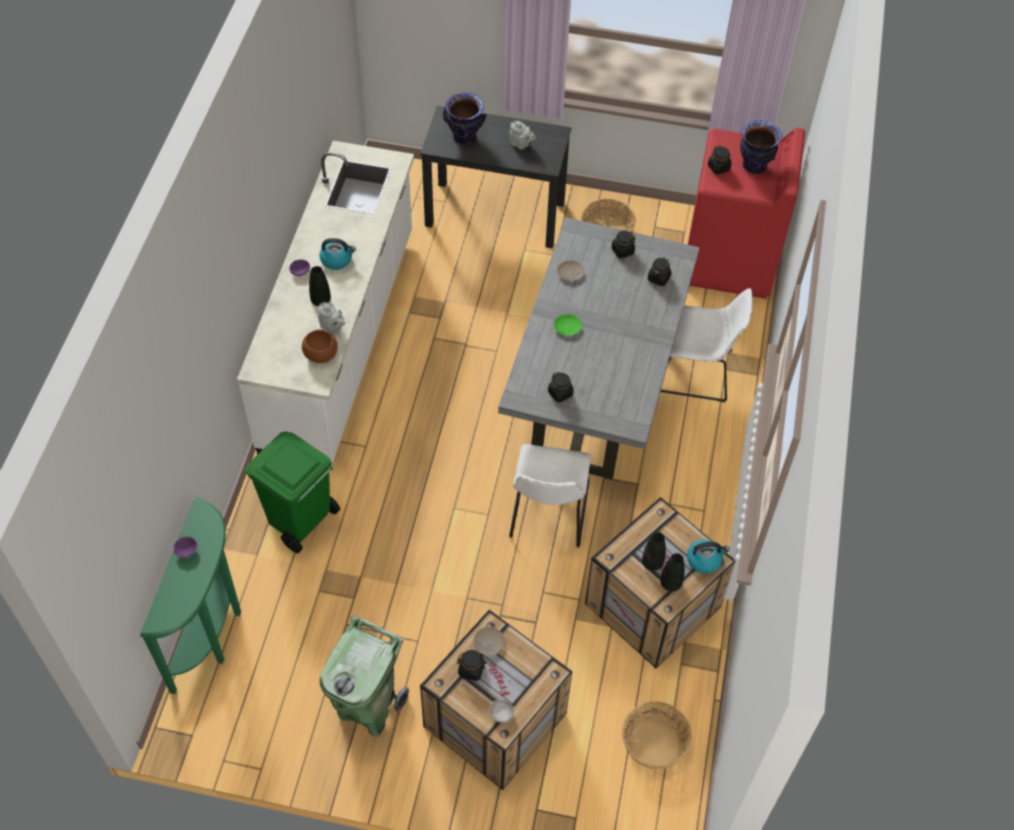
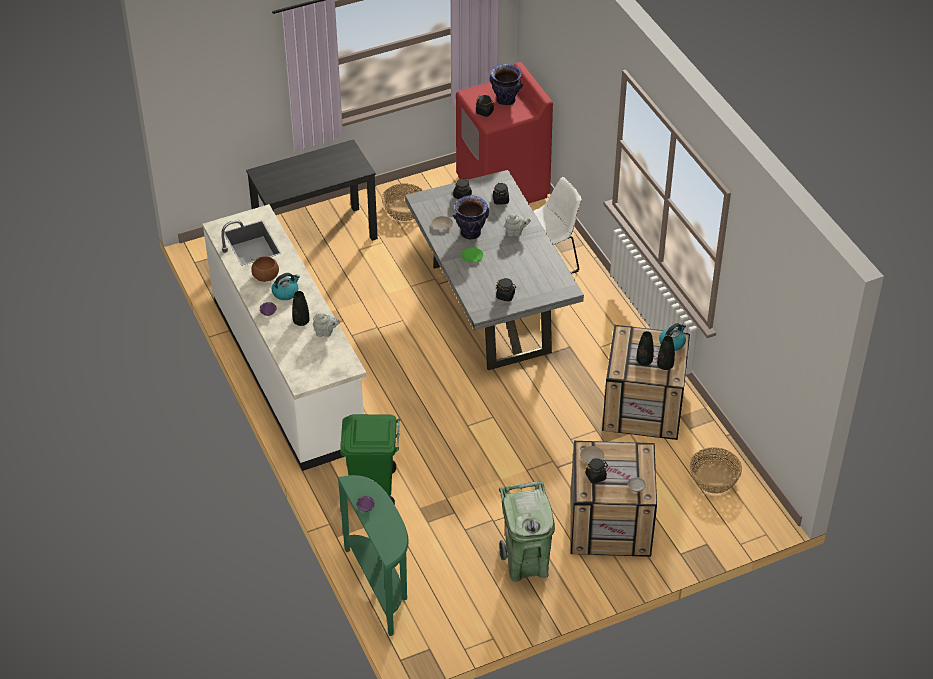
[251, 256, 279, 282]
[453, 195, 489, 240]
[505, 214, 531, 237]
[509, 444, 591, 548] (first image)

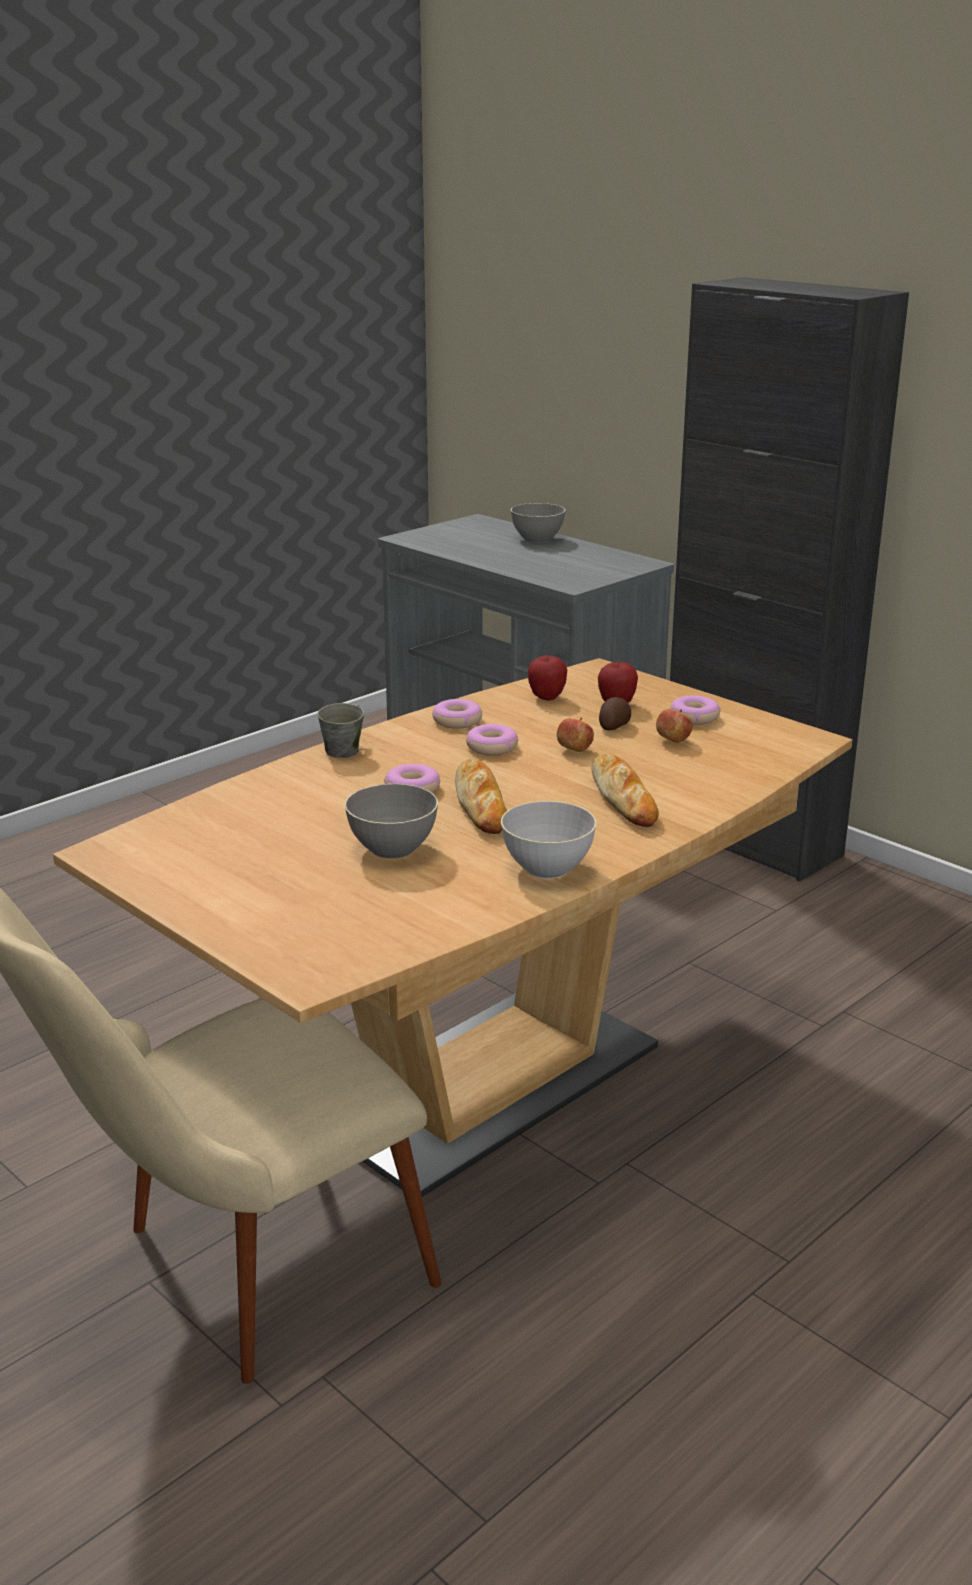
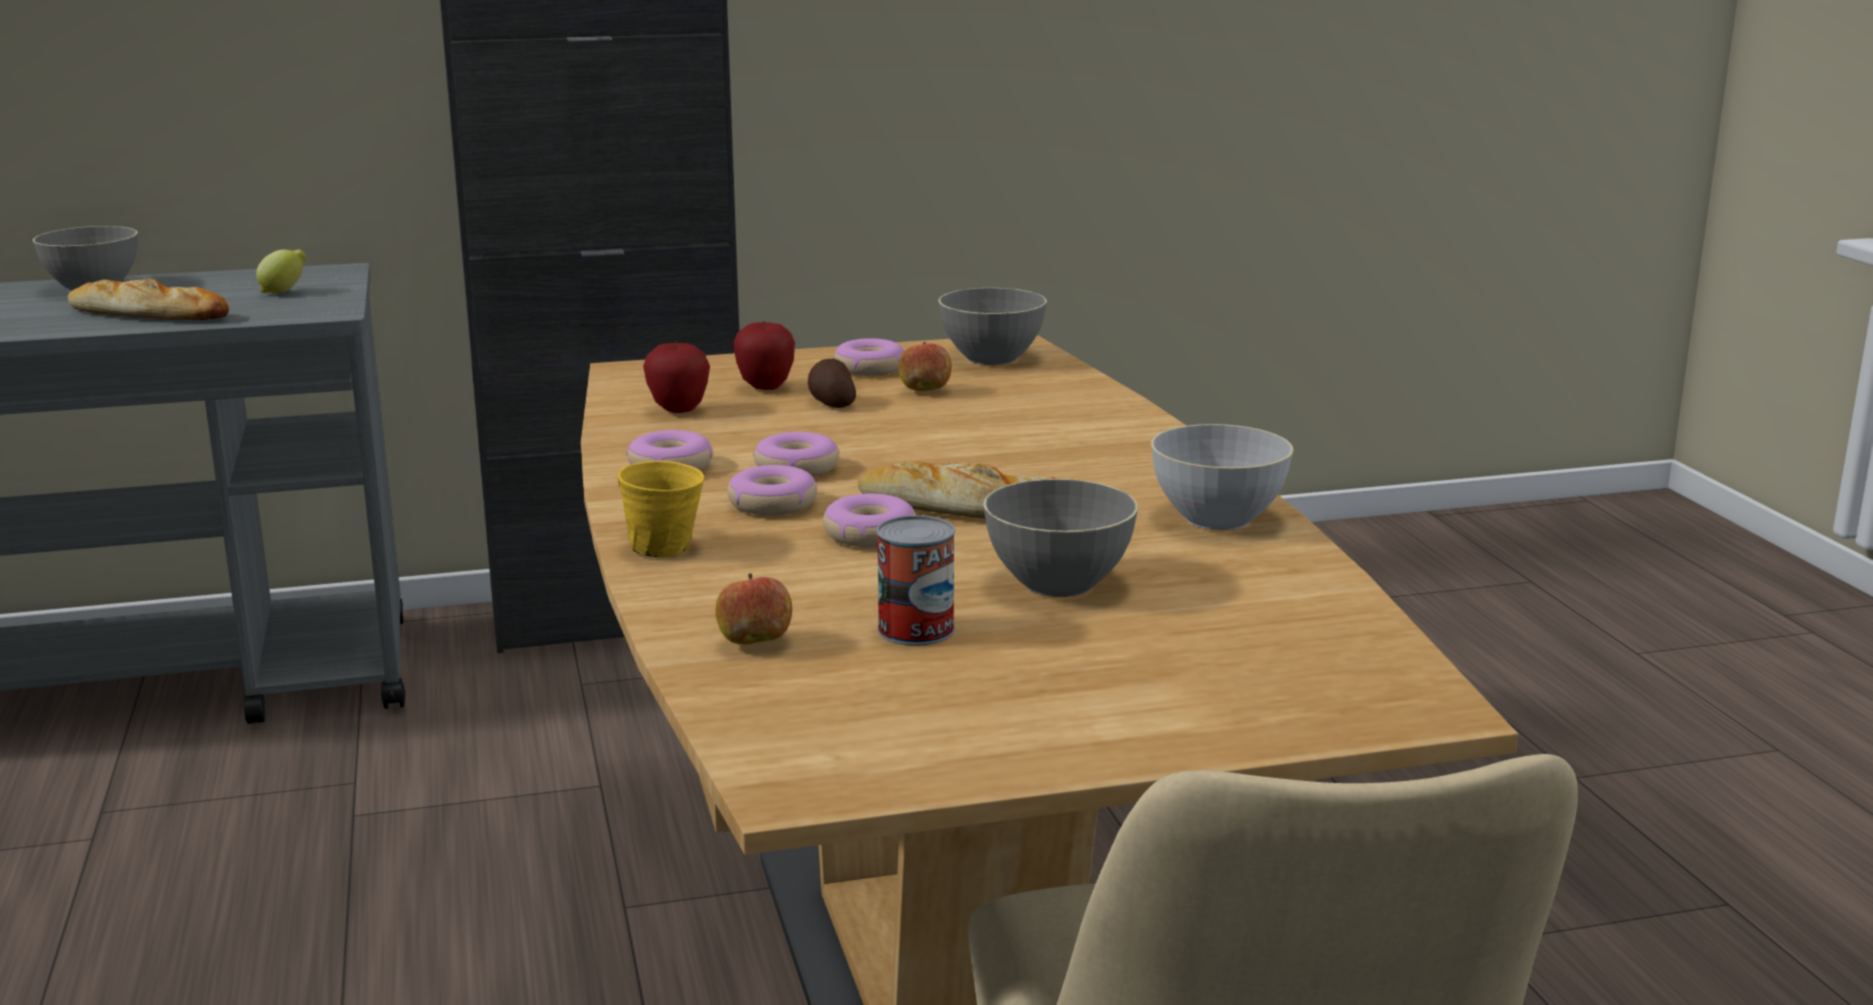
[618, 461, 704, 557]
[716, 573, 792, 645]
[68, 279, 229, 320]
[256, 249, 307, 294]
[727, 465, 817, 515]
[876, 515, 955, 646]
[939, 288, 1047, 365]

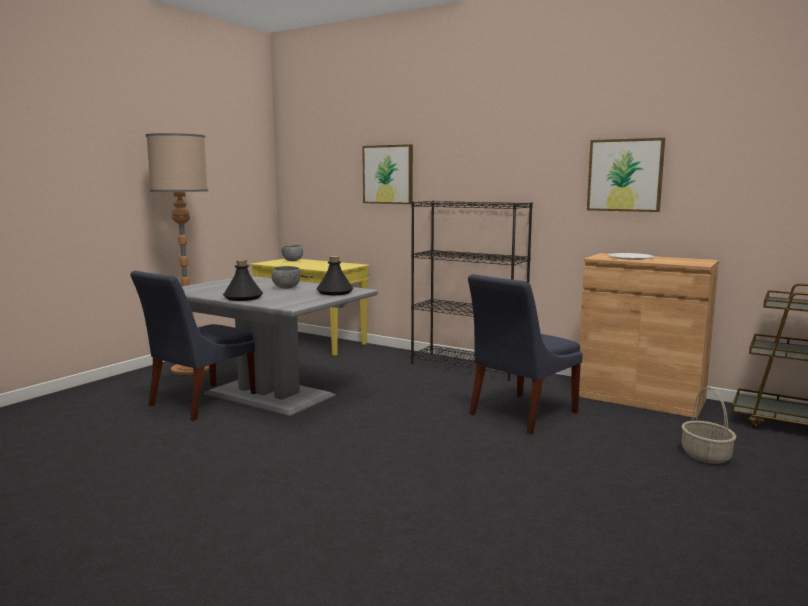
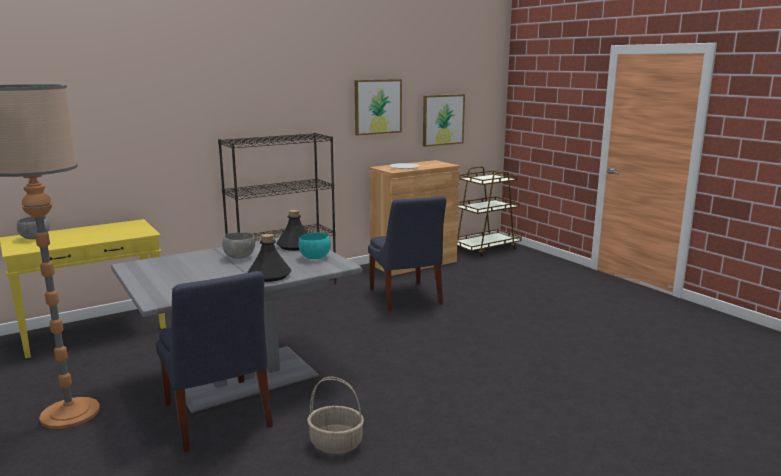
[423, 94, 465, 147]
[307, 377, 364, 454]
[298, 233, 331, 259]

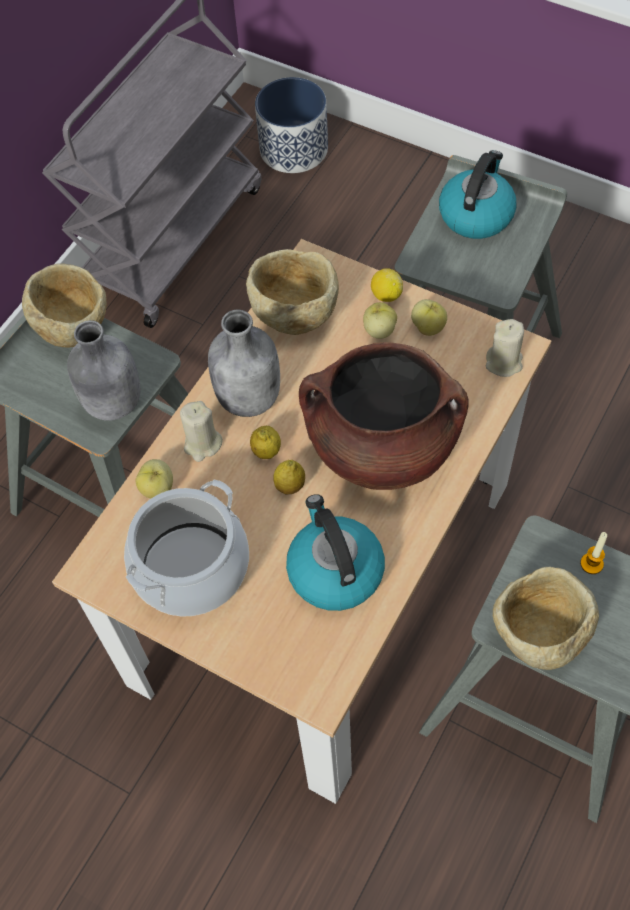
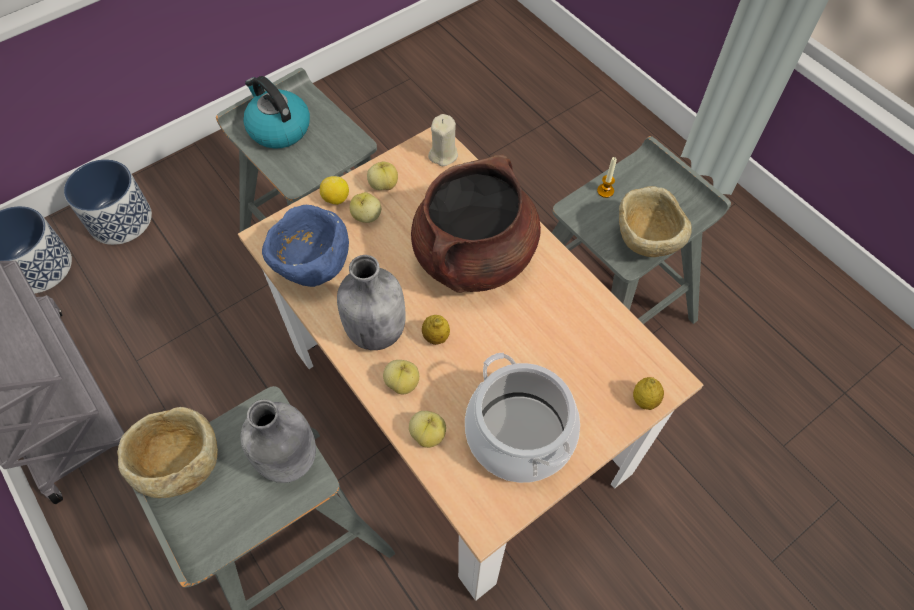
[383, 360, 419, 394]
[262, 205, 349, 287]
[633, 377, 664, 410]
[286, 494, 385, 611] (first image)
[64, 159, 152, 245]

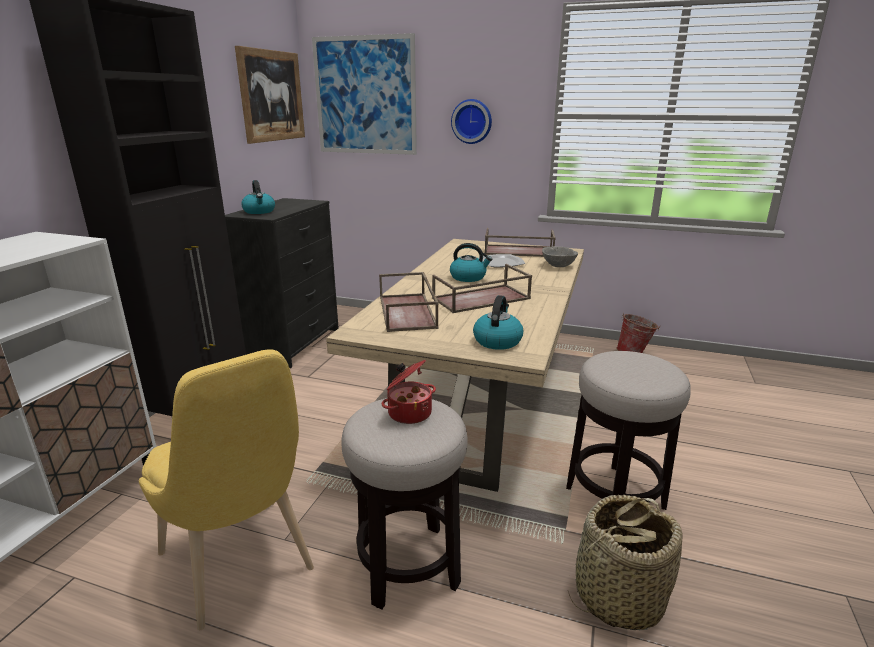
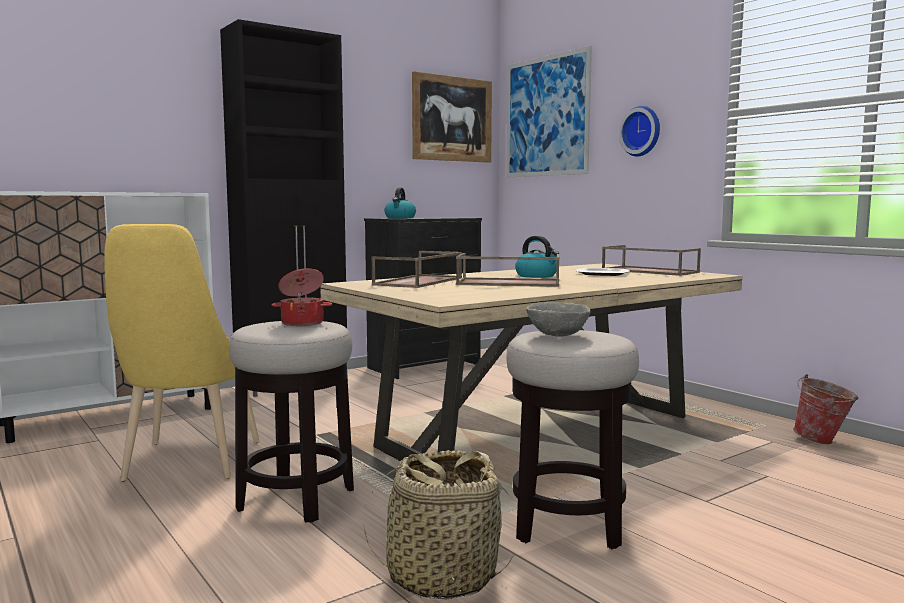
[473, 295, 523, 350] (first image)
[526, 302, 591, 337]

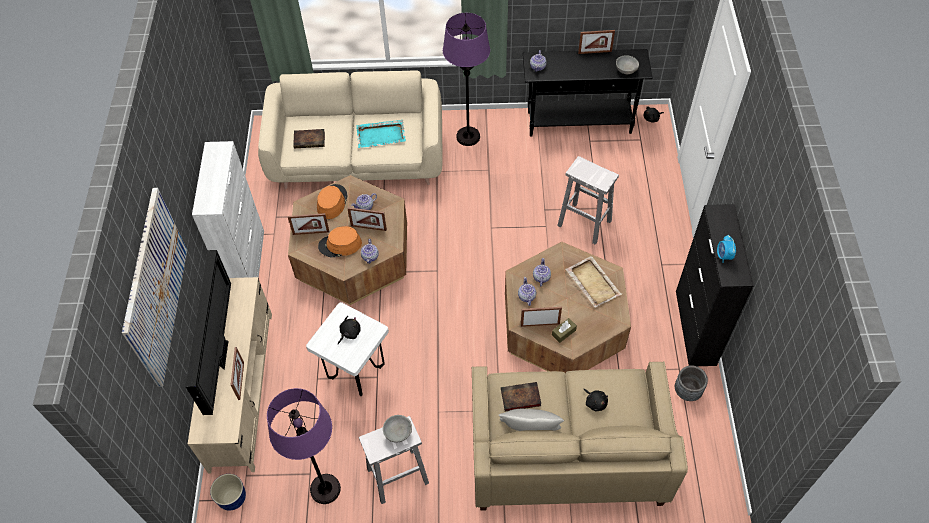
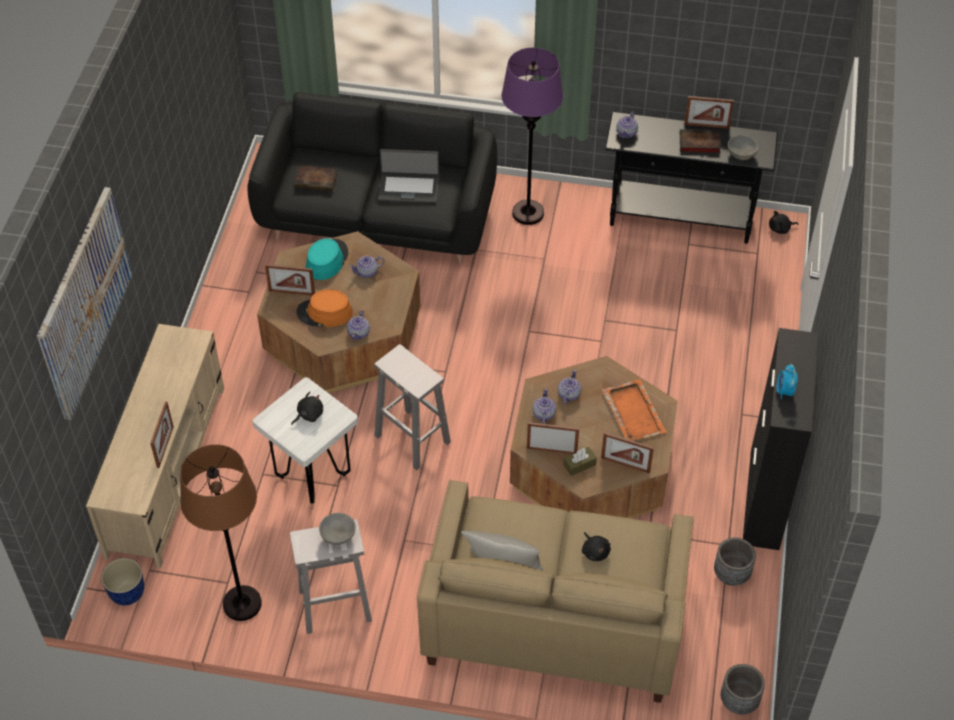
[185, 250, 231, 415] (first image)
[192, 141, 264, 278] (first image)
[247, 92, 497, 265]
[180, 444, 262, 621]
[306, 238, 348, 280]
[601, 432, 654, 473]
[378, 149, 439, 203]
[680, 129, 721, 153]
[374, 344, 451, 471]
[602, 379, 667, 441]
[721, 664, 765, 715]

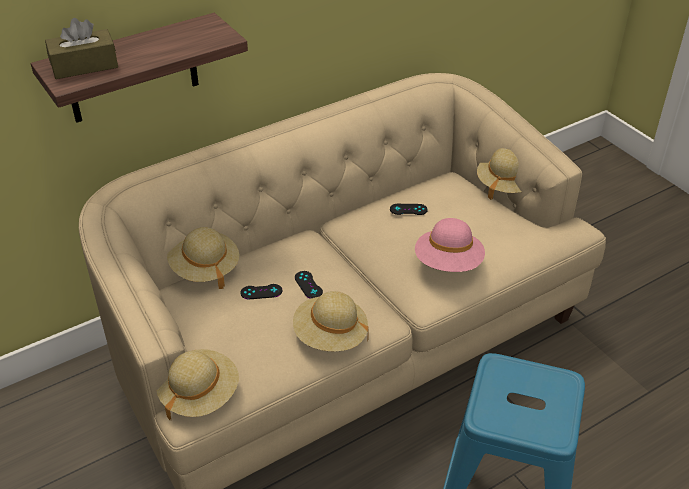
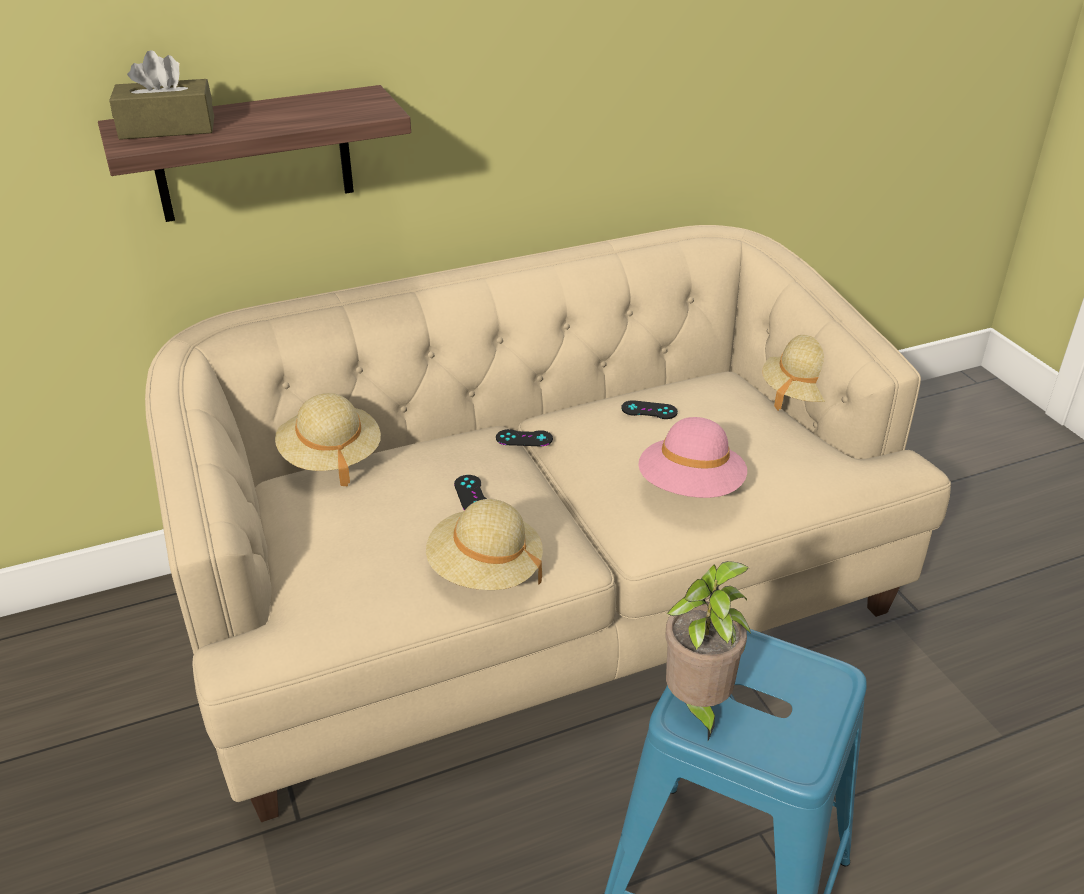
[157, 349, 239, 420] (first image)
[496, 429, 553, 446]
[666, 561, 751, 740]

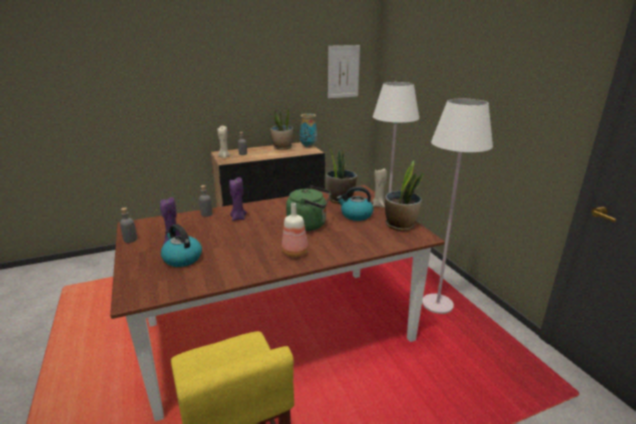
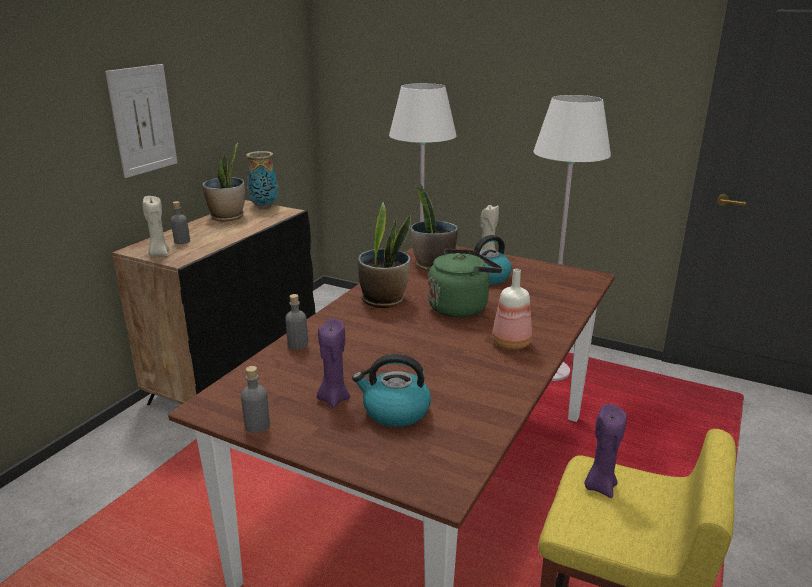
[584, 404, 627, 498]
[105, 64, 177, 178]
[358, 202, 411, 308]

